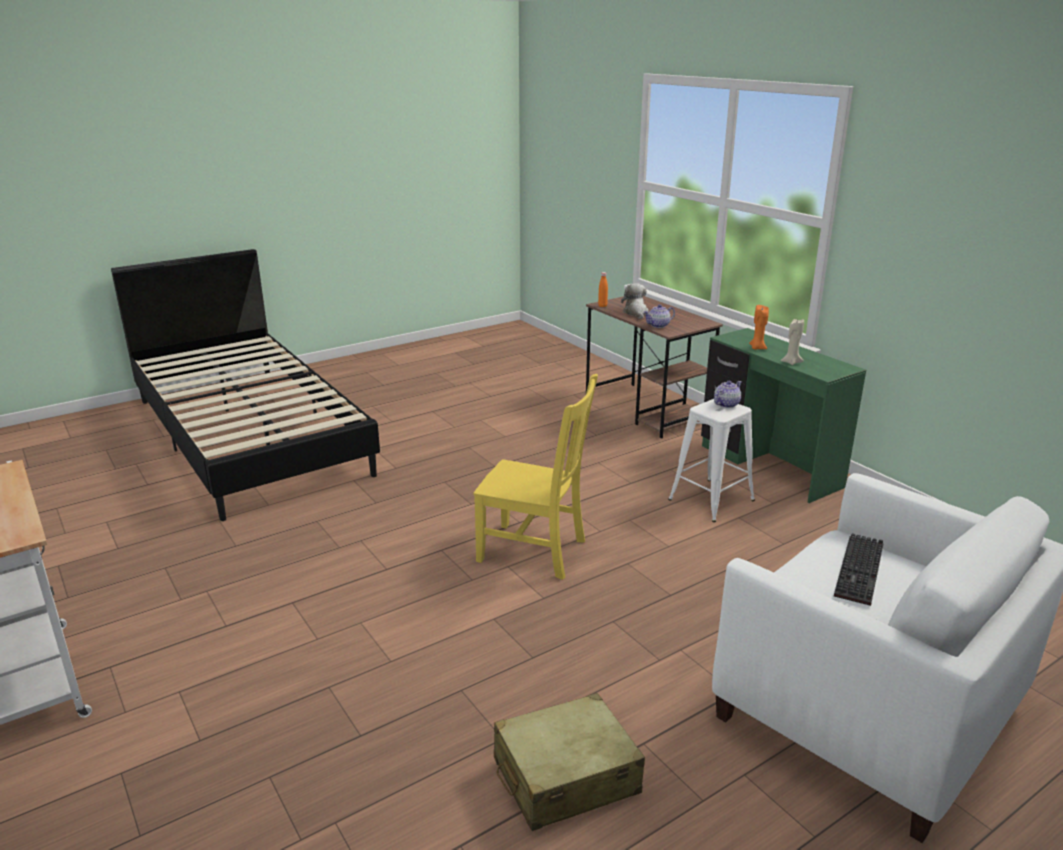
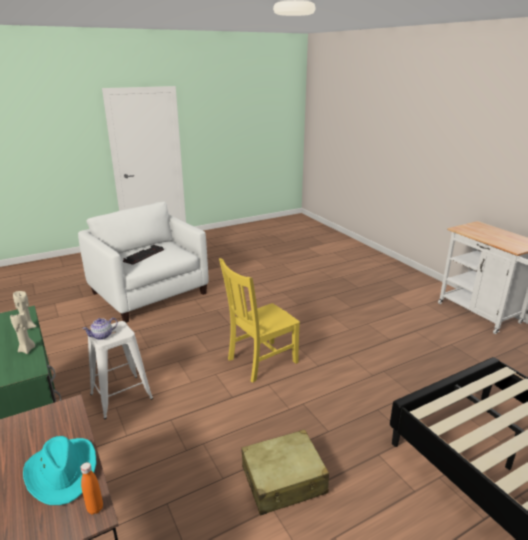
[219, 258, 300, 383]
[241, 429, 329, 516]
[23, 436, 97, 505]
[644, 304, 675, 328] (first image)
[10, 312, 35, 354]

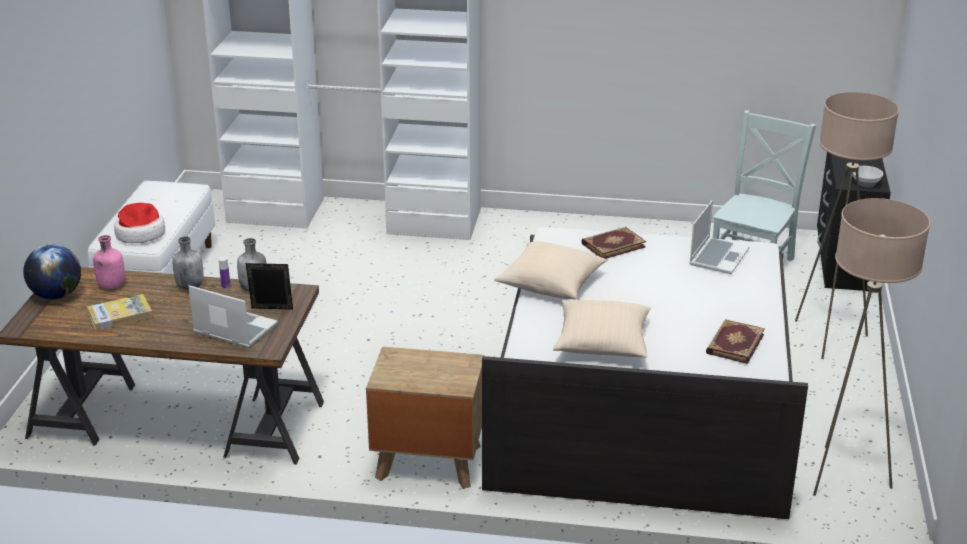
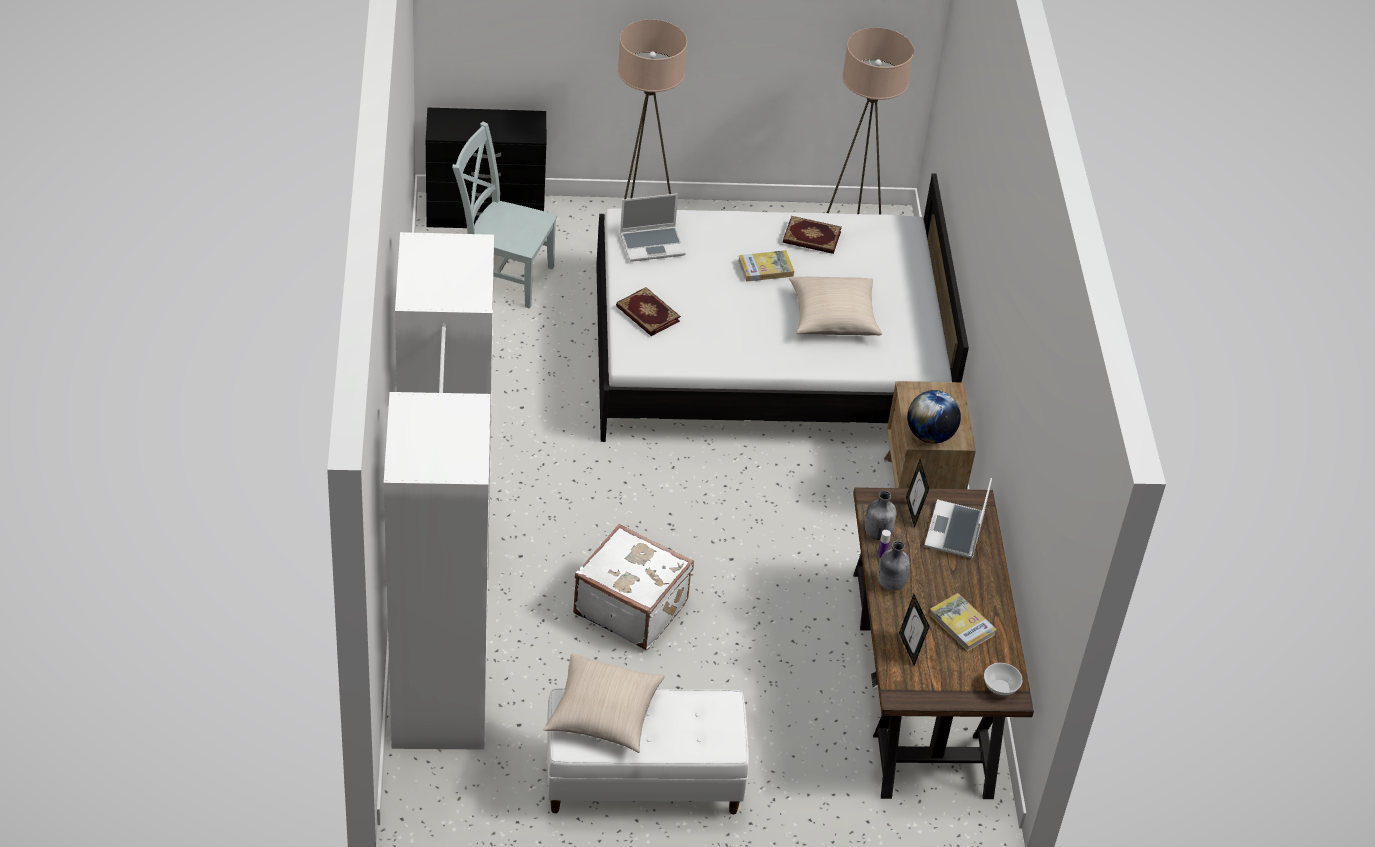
[907, 390, 961, 444]
[899, 594, 930, 665]
[114, 203, 165, 244] (first image)
[543, 653, 665, 753]
[620, 193, 686, 262]
[984, 663, 1022, 696]
[573, 524, 694, 650]
[738, 250, 794, 282]

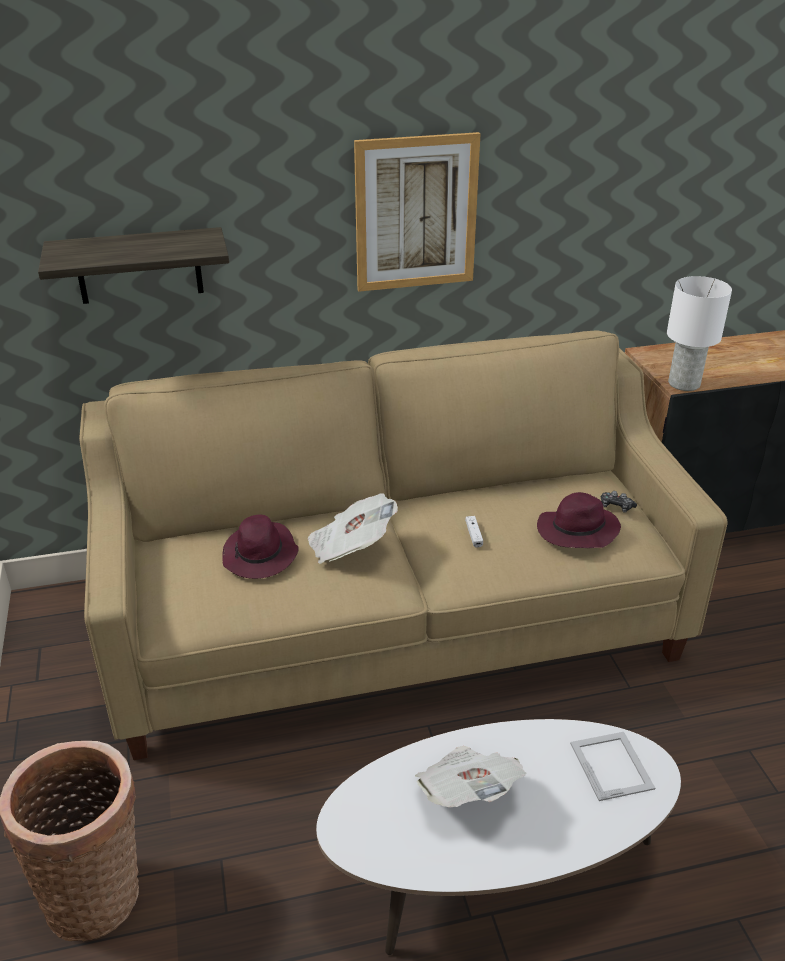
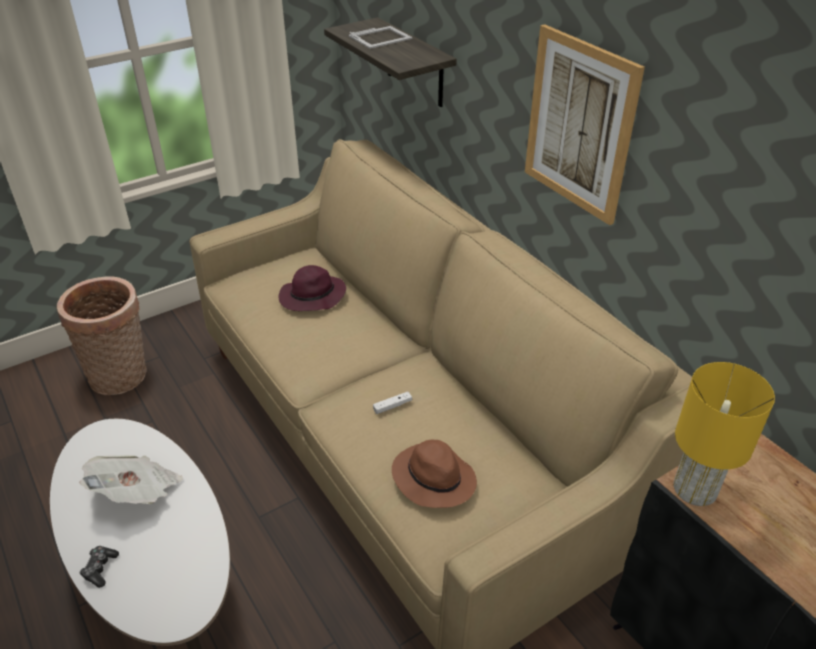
[308, 493, 398, 564] (first image)
[392, 440, 477, 508]
[349, 26, 413, 49]
[80, 546, 119, 588]
[673, 362, 775, 506]

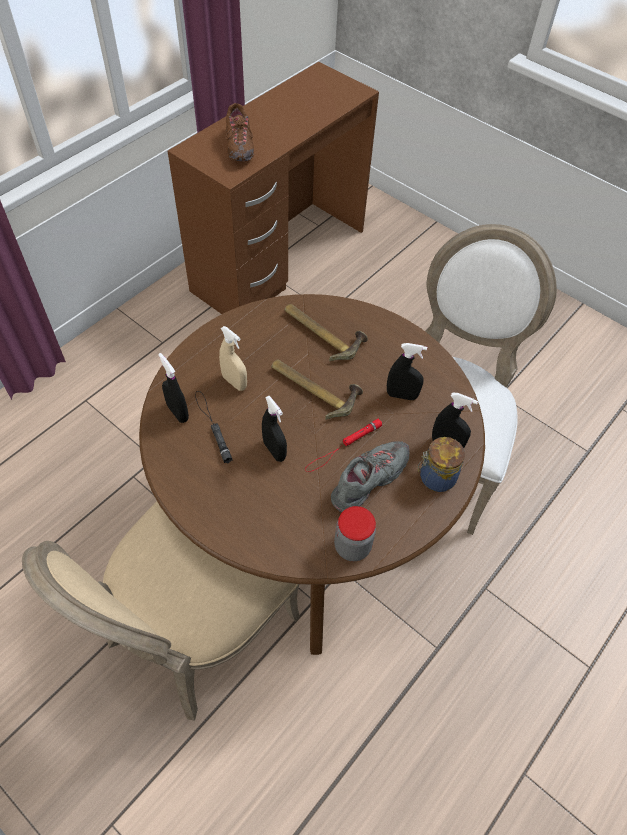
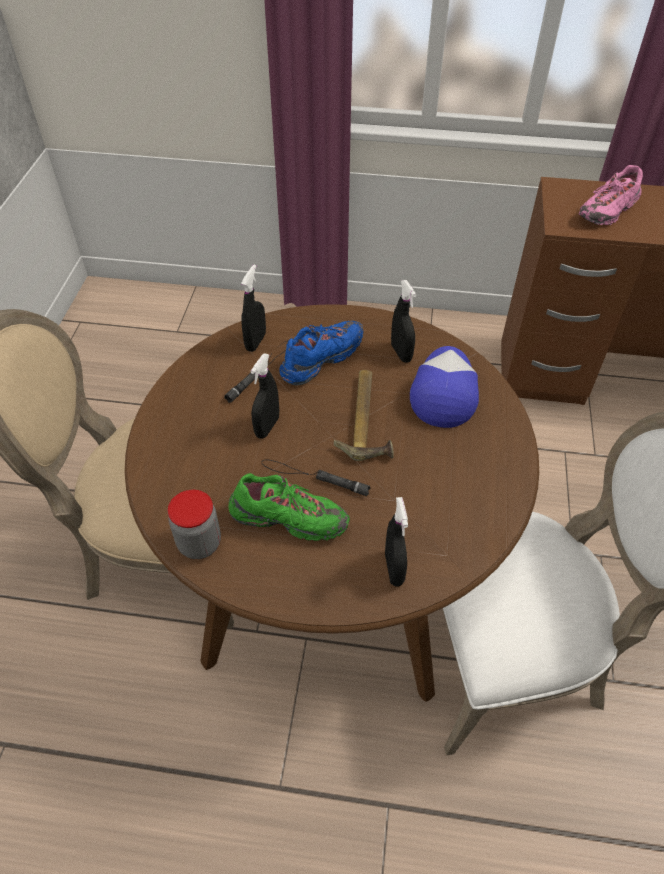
[280, 321, 363, 386]
[579, 165, 643, 225]
[410, 346, 479, 428]
[262, 459, 370, 496]
[228, 473, 350, 541]
[391, 280, 416, 363]
[418, 437, 465, 492] (first image)

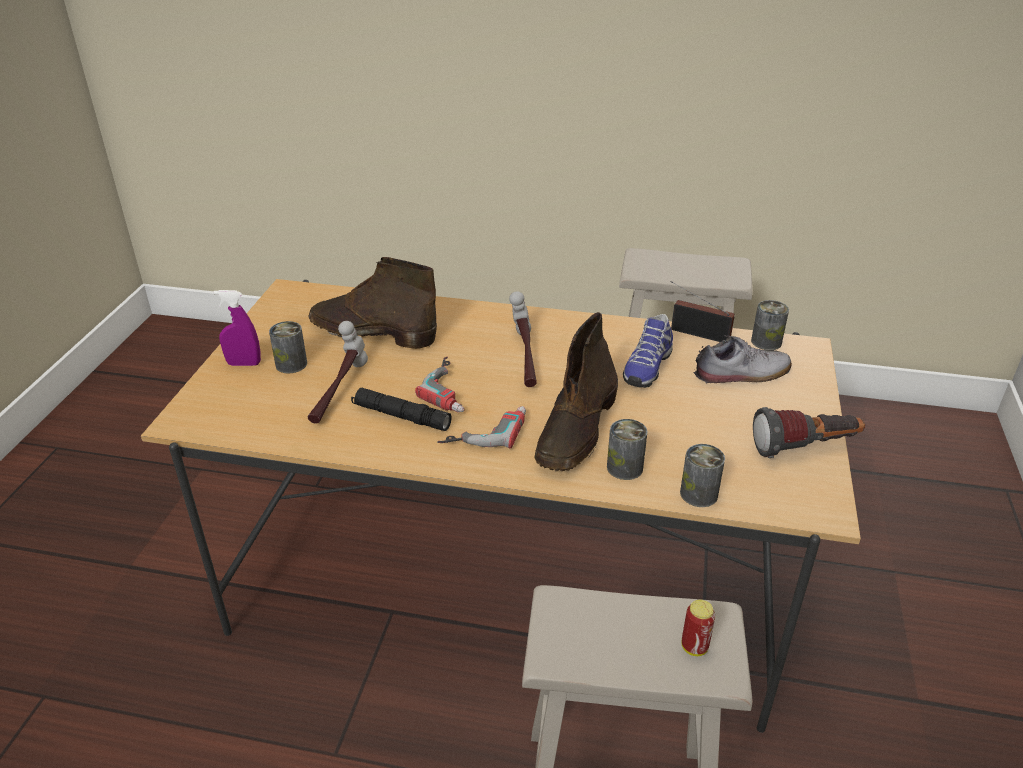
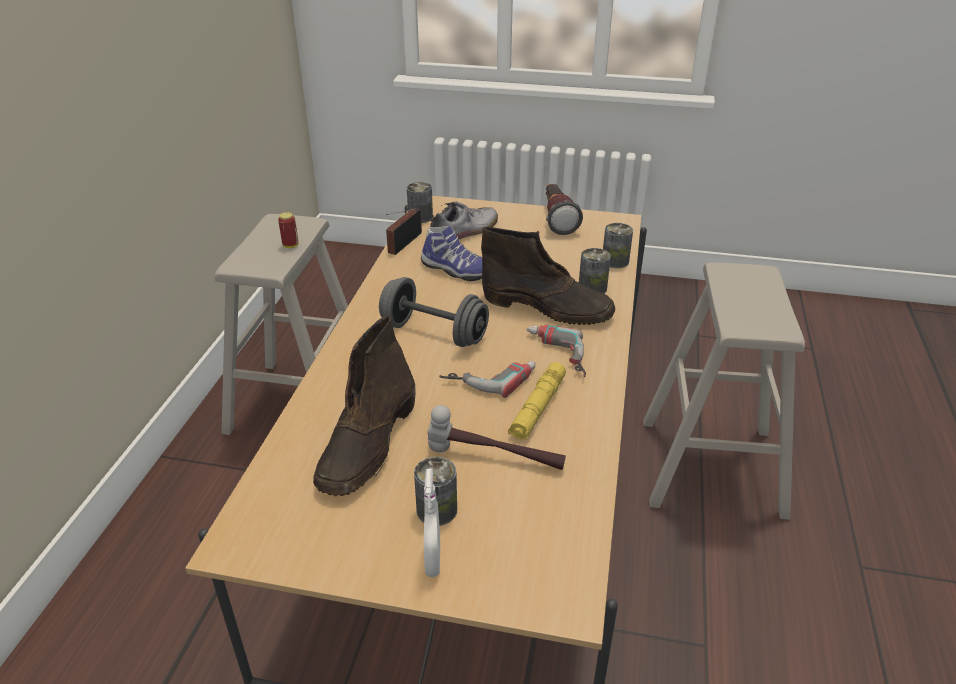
[424, 469, 440, 577]
[508, 362, 566, 440]
[379, 277, 489, 347]
[278, 212, 299, 248]
[430, 202, 498, 239]

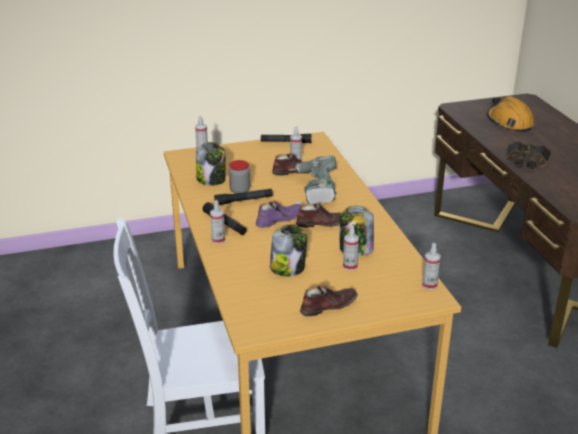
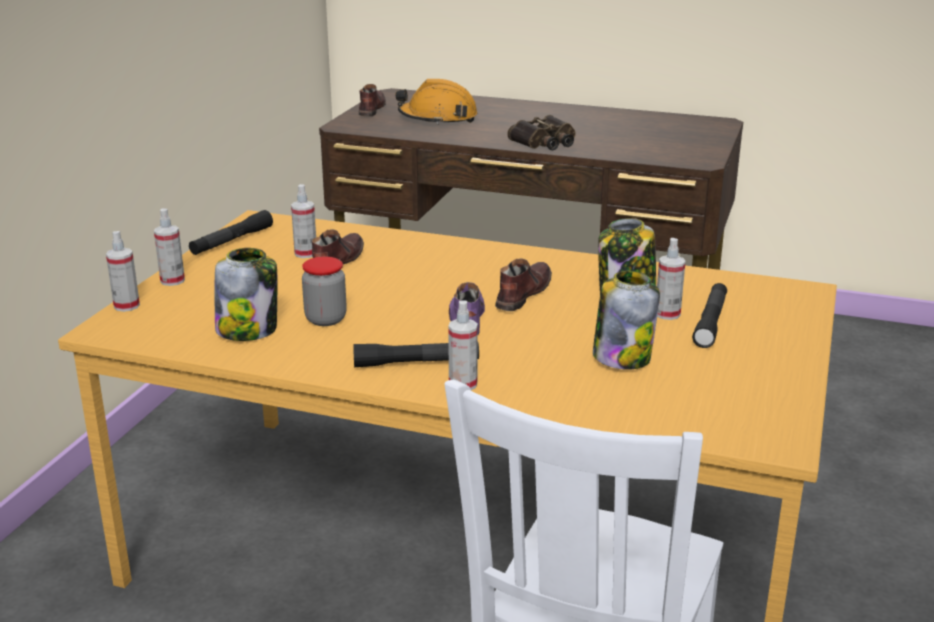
[692, 283, 727, 348]
[289, 156, 336, 204] (first image)
[359, 84, 386, 117]
[154, 208, 185, 286]

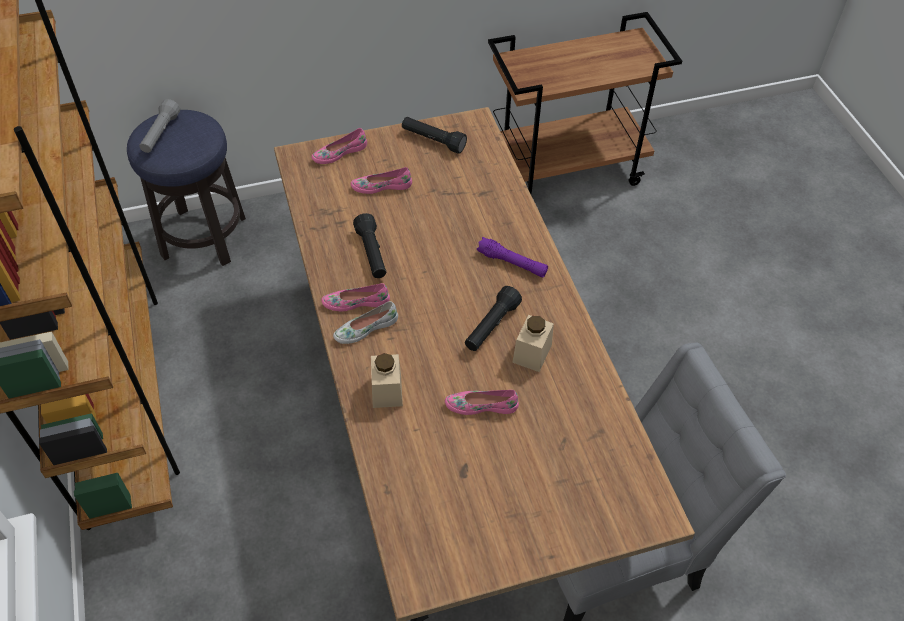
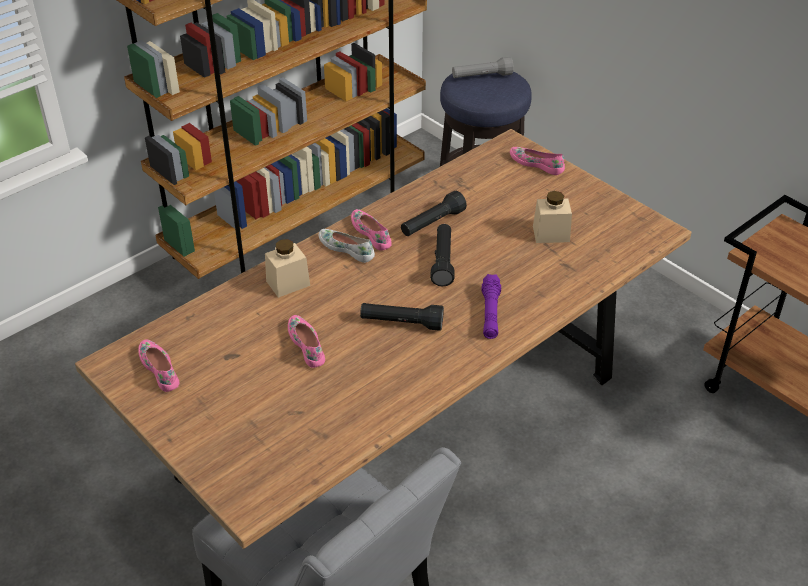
[138, 339, 180, 392]
[430, 224, 455, 287]
[533, 191, 572, 243]

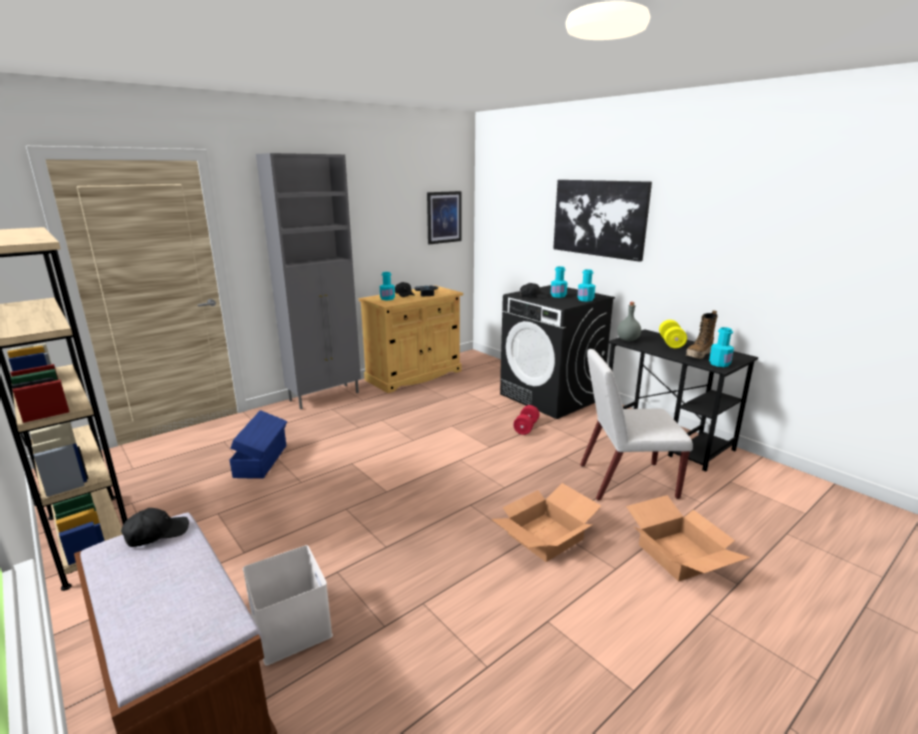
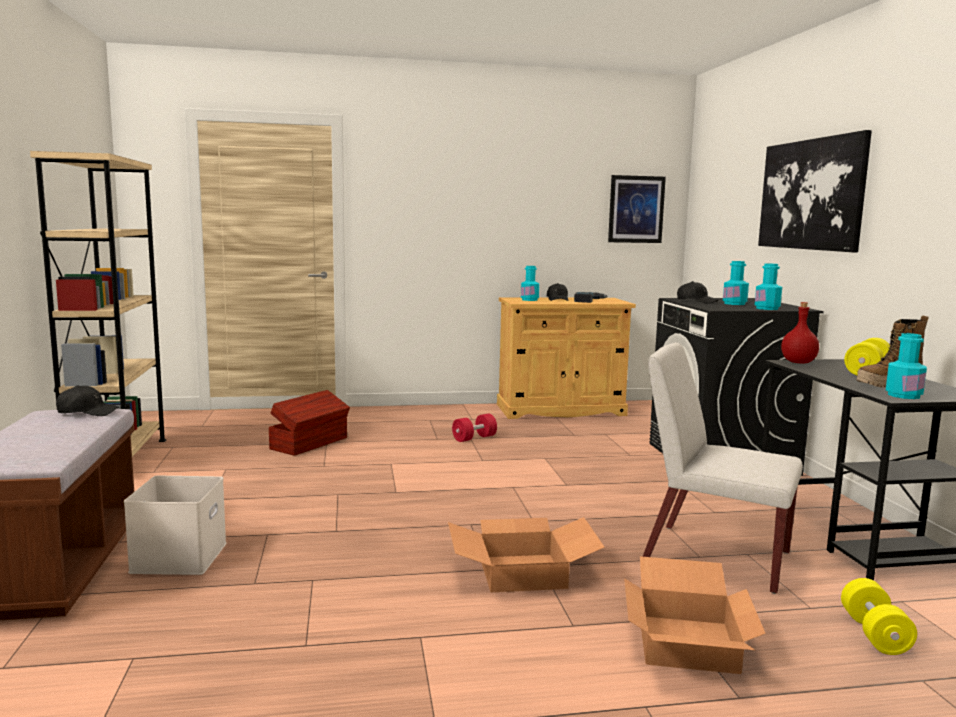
[269, 390, 350, 456]
[256, 153, 361, 410] (first image)
[452, 413, 497, 442]
[781, 302, 819, 363]
[841, 578, 917, 655]

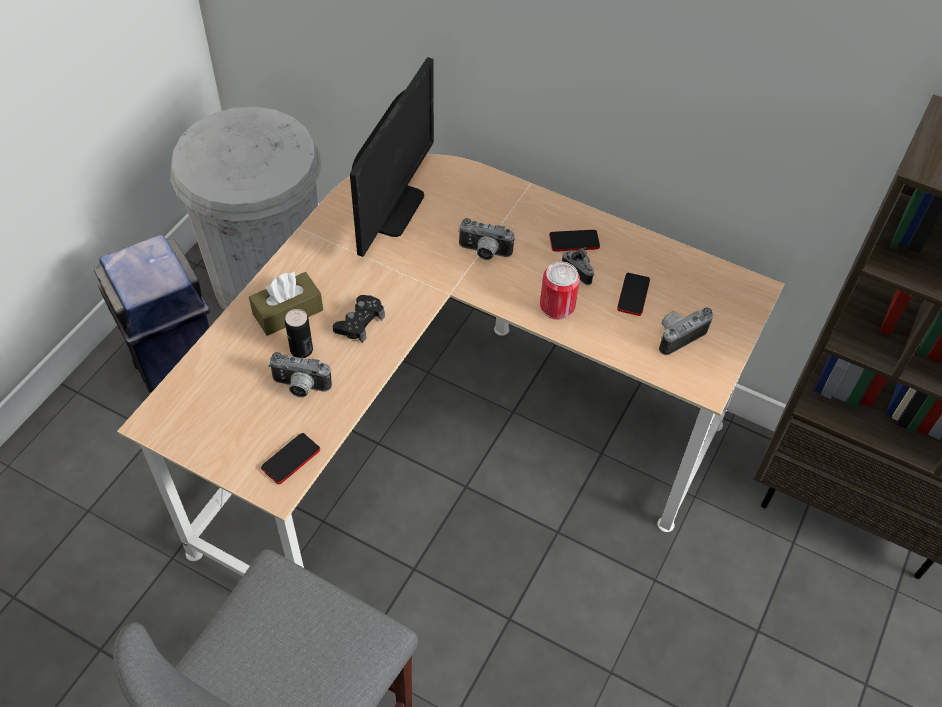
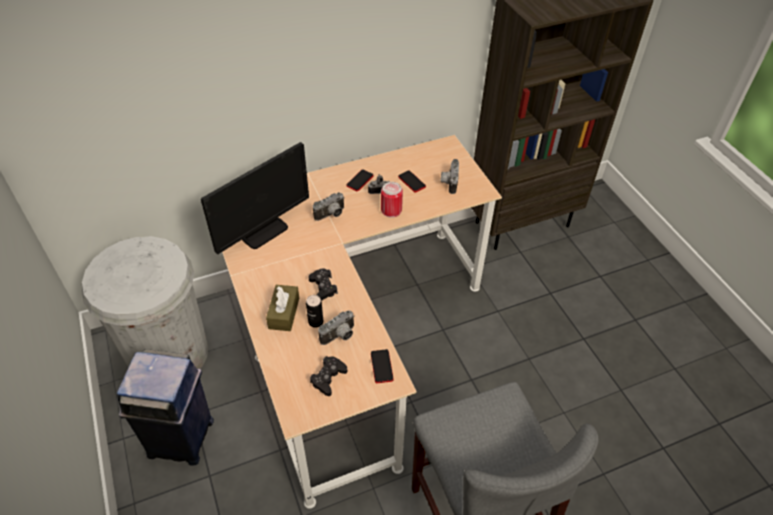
[201, 142, 309, 254]
[310, 356, 347, 396]

